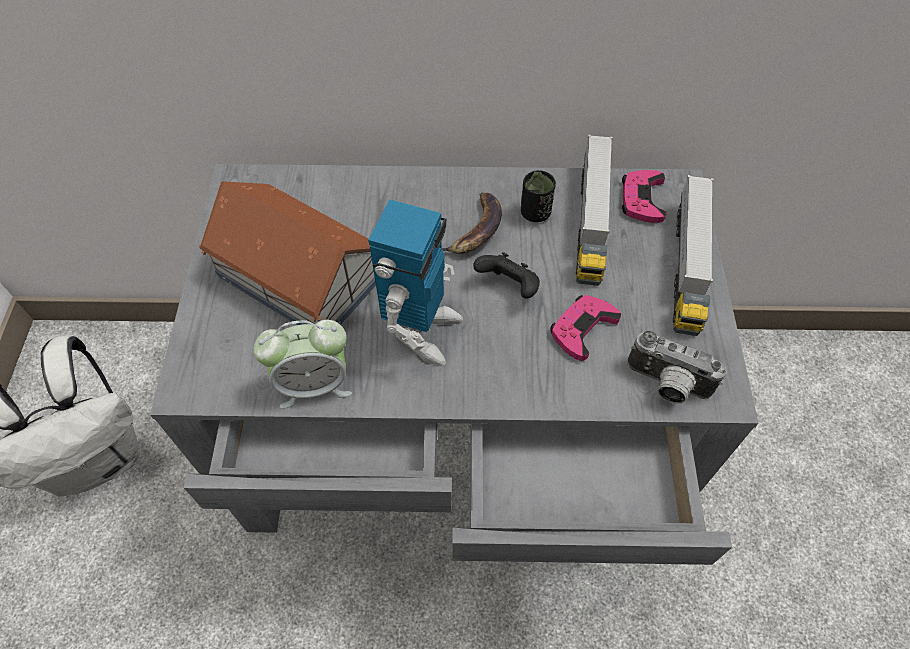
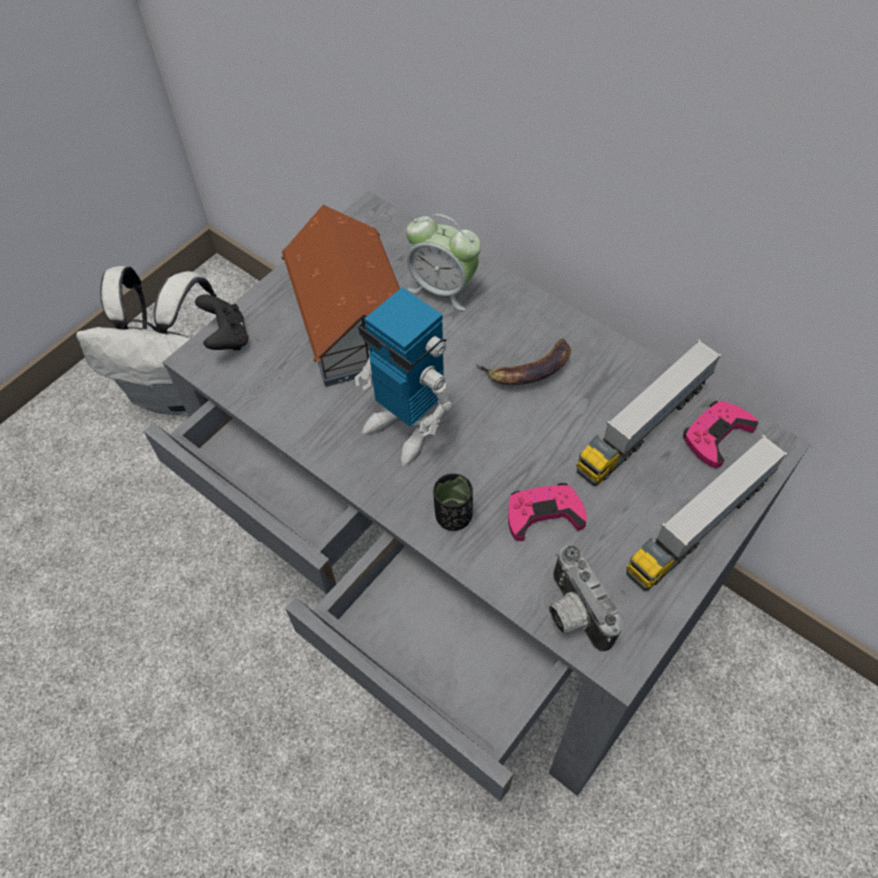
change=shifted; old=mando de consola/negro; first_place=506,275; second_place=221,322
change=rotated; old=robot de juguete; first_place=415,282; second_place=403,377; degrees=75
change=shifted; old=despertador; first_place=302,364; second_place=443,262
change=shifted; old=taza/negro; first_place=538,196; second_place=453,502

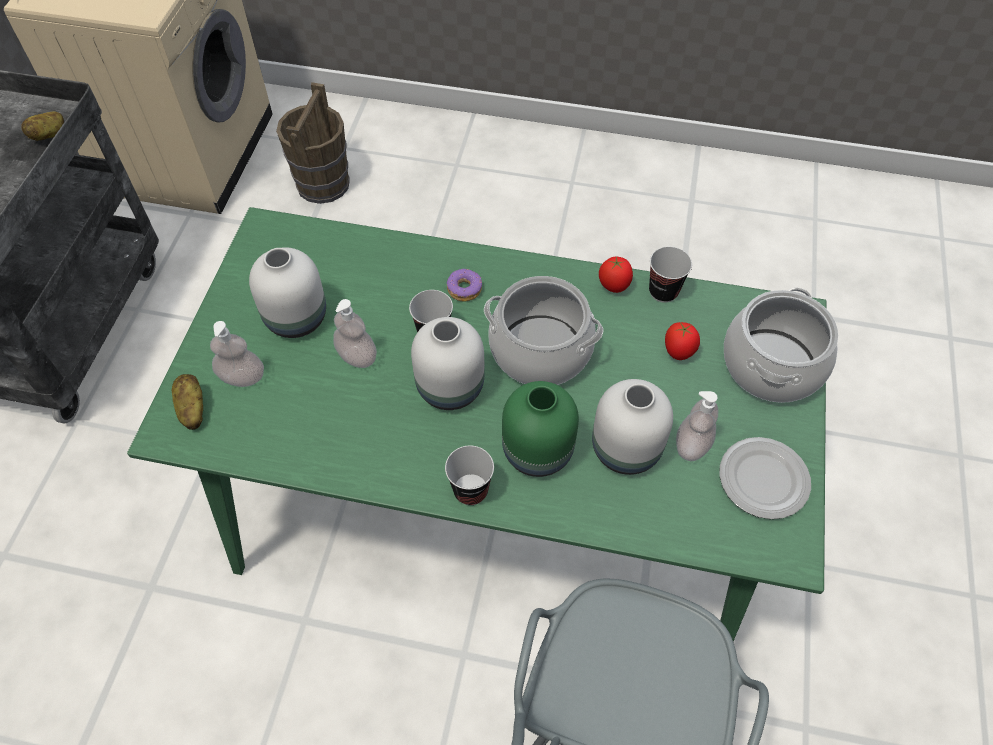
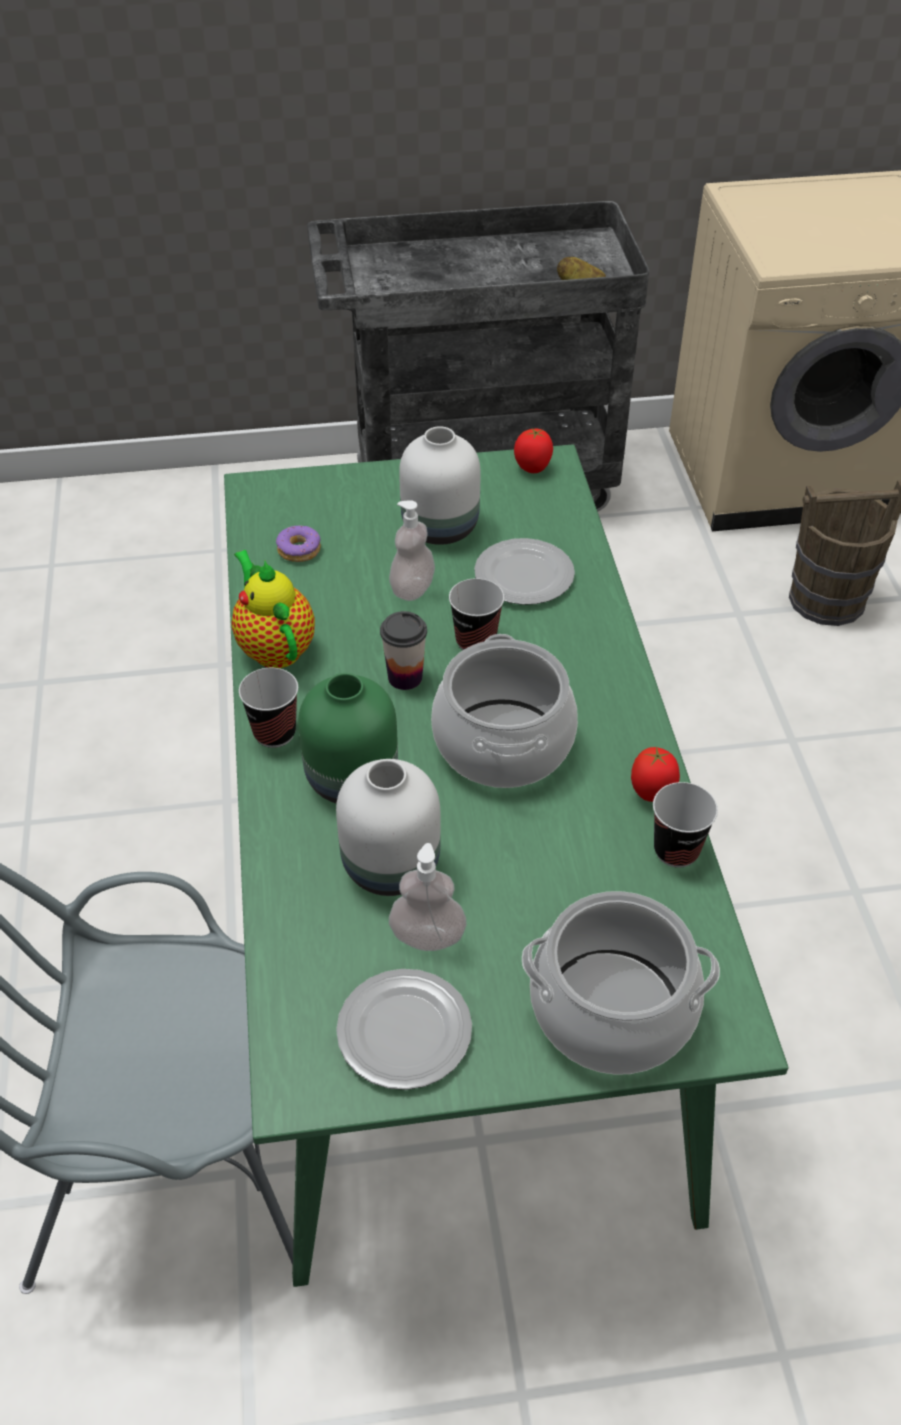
change=new; new=tetera; second_place=273,609
change=shifted; old=rosquilla; first_place=464,285; second_place=298,544
change=swapped; old=florero/blanco; new=taza; first_place=447,363; second_place=403,650
change=new; new=plato; second_place=524,571
change=shifted; old=tomate; first_place=682,341; second_place=533,450
change=gone; old=patata; first_place=187,402
change=gone; old=dispensador de jabón; first_place=237,354

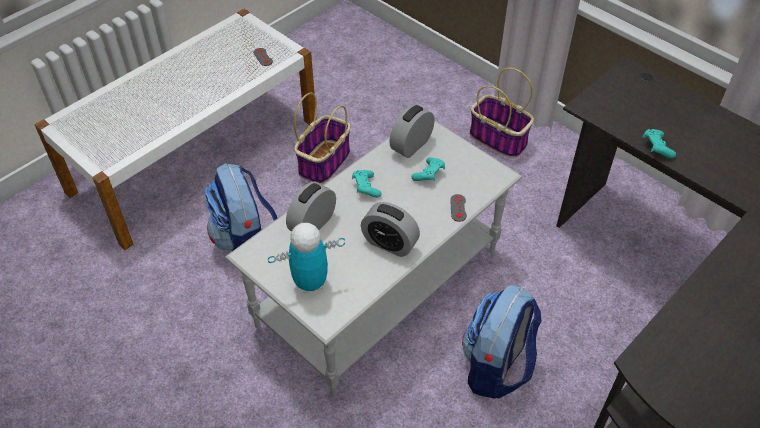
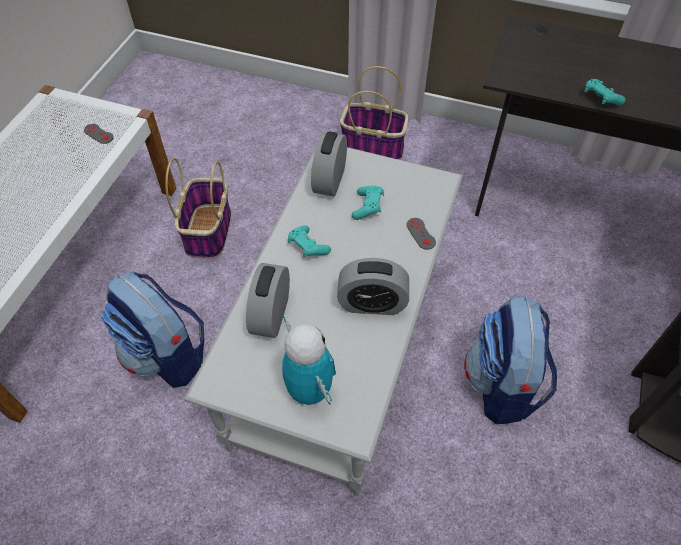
change=rotated; old=robot de juguete; first_place=306,258; second_place=309,361; degrees=105

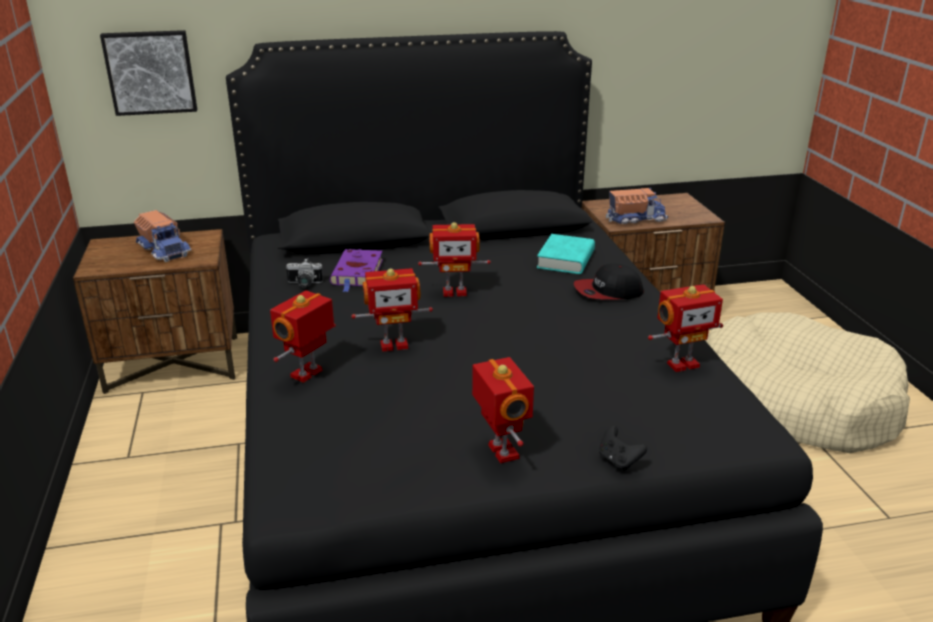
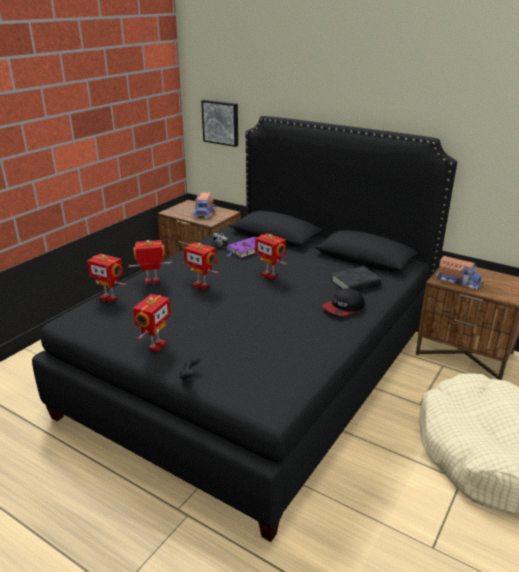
change=shifted; old=robot de juguete; first_place=685,328; second_place=106,278
change=rotated; old=gorra; first_place=609,281; second_place=343,302; degrees=-75
change=repainted; old=libro/turquesa; new=libro/negro; first_place=566,254; second_place=356,278

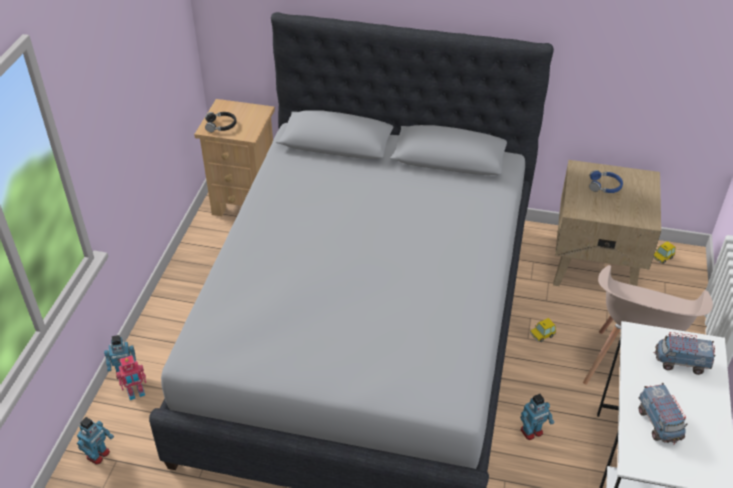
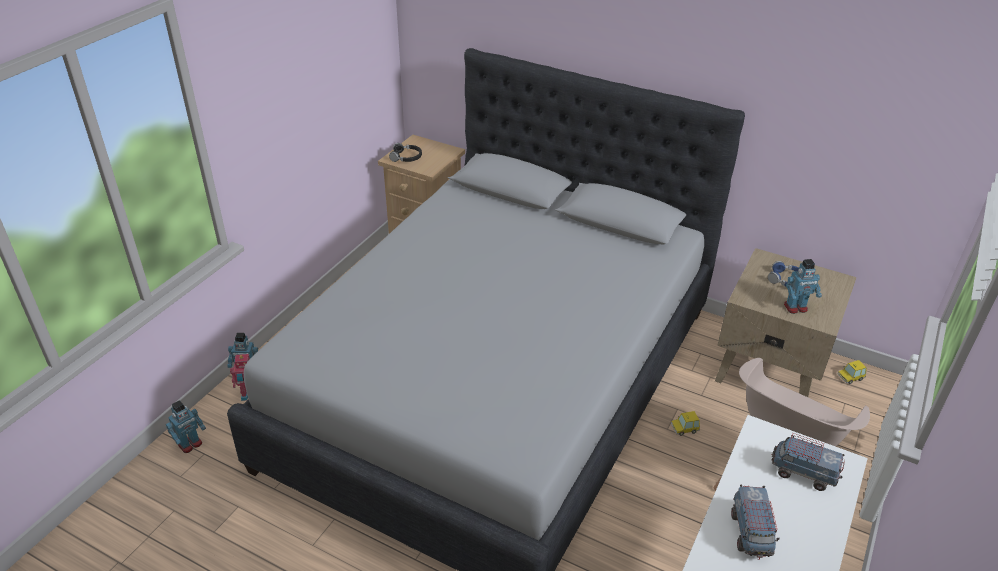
change=shifted; old=robot de juguete; first_place=537,417; second_place=803,286

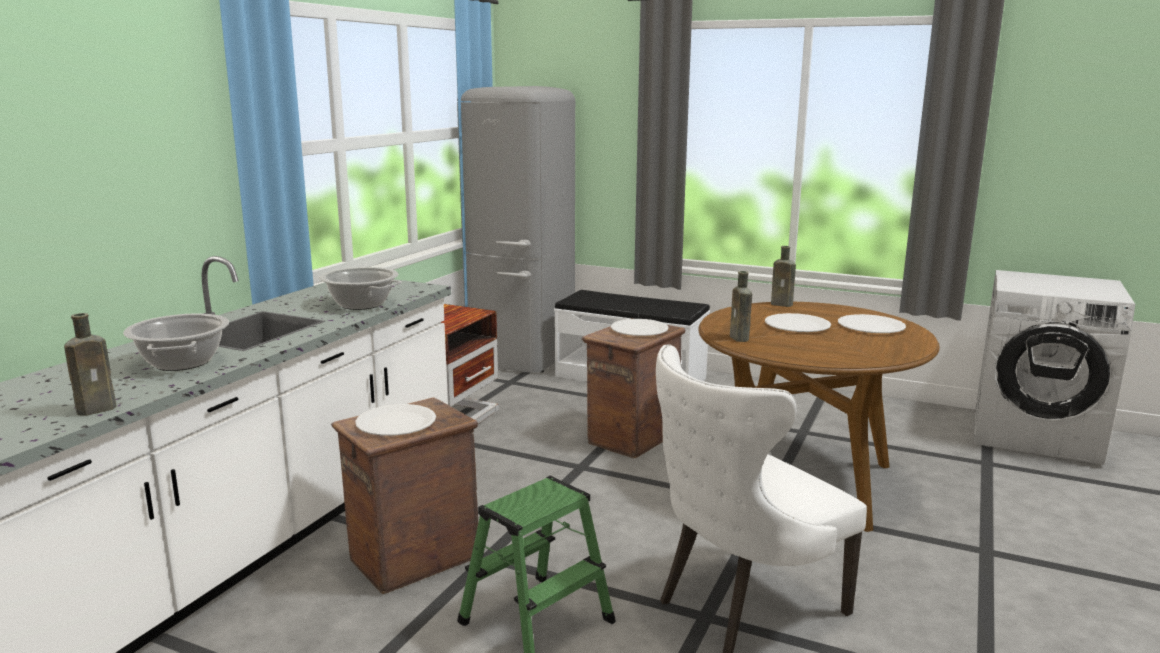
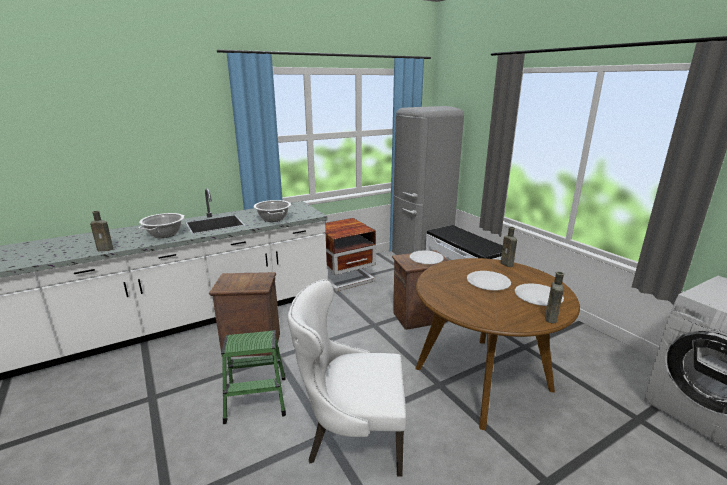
change=shifted; old=botella/marrón; first_place=741,306; second_place=554,297
change=gone; old=plato/blanco; first_place=395,420

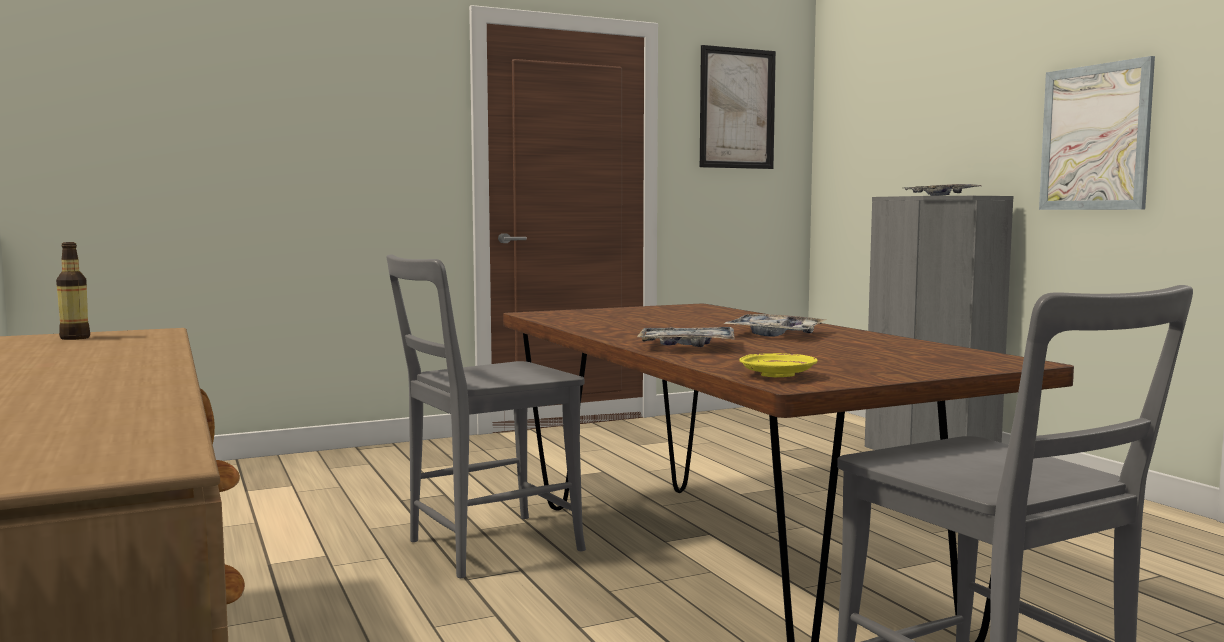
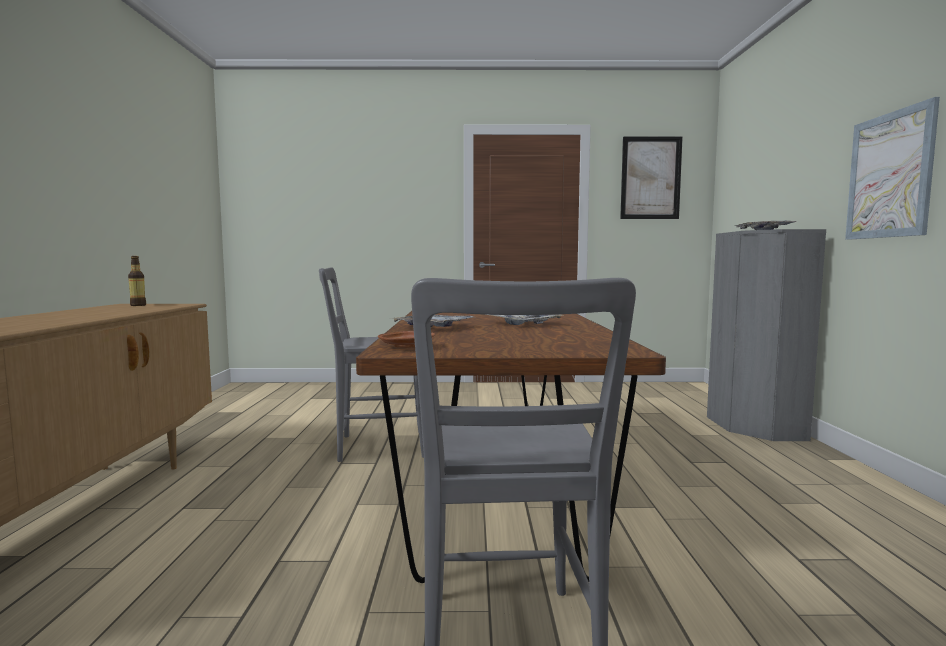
change=repainted; old=plato/amarillo; new=plato/marrón; first_place=778,365; second_place=406,339

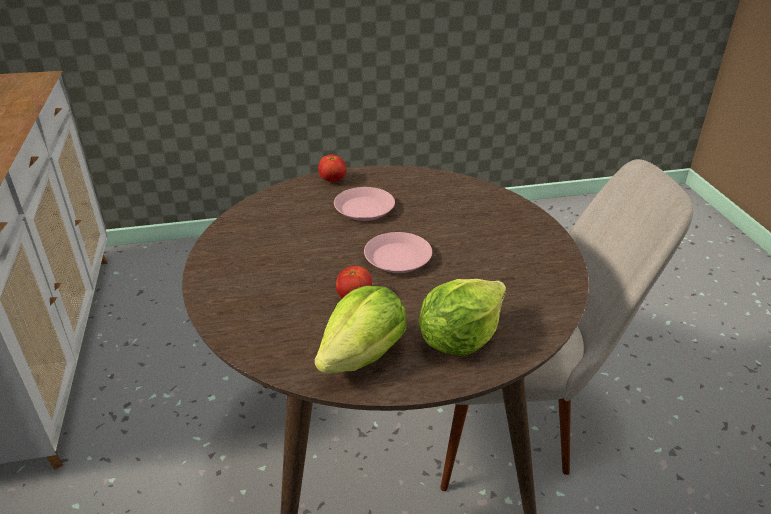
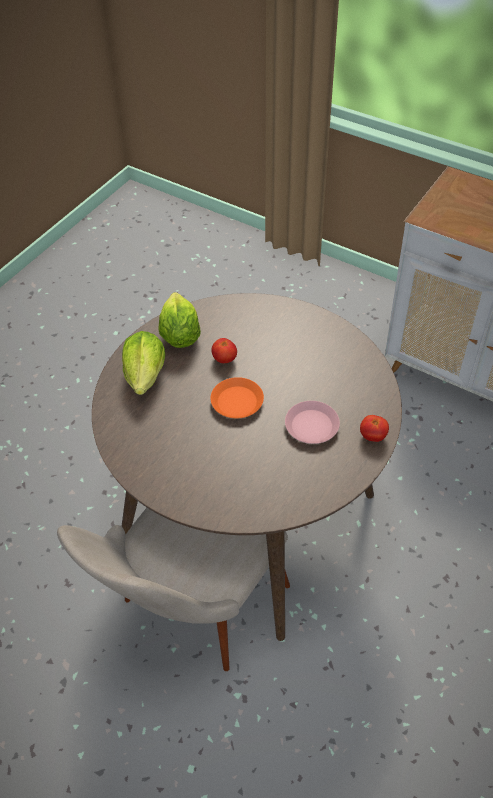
change=repainted; old=plato/rosa; new=plato/naranja; first_place=398,252; second_place=237,397

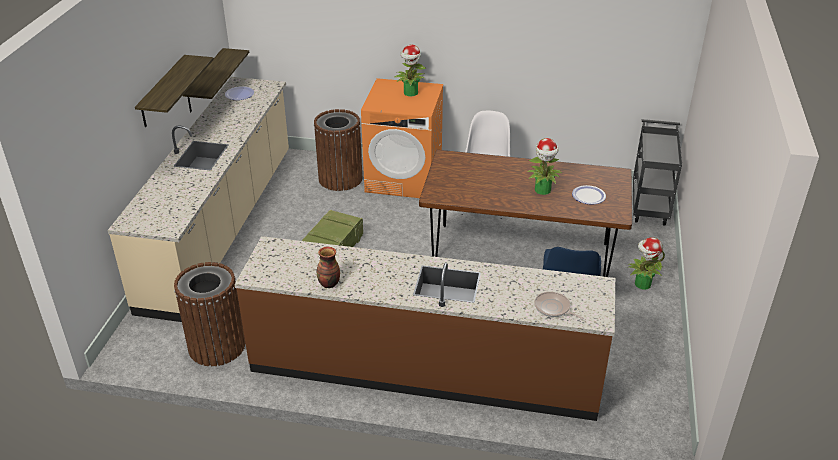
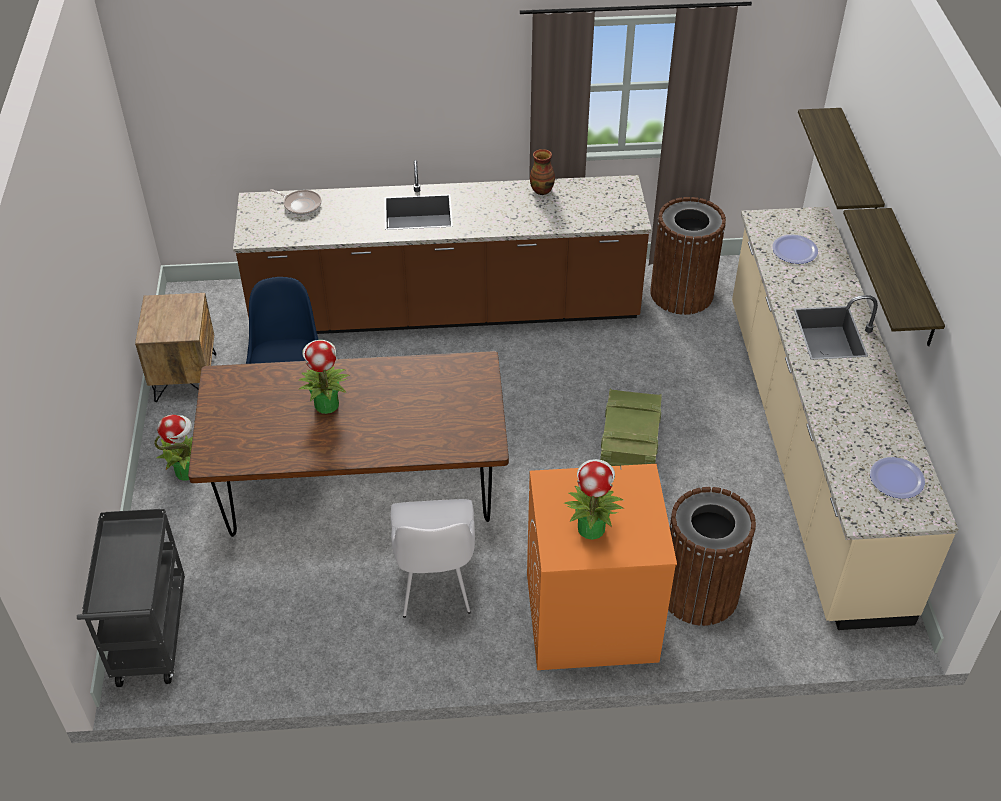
change=new; new=mesita de noche/marrón; second_place=175,347
change=shifted; old=plato; first_place=589,195; second_place=795,249
change=shifted; old=estante; first_place=216,80; second_place=841,158

